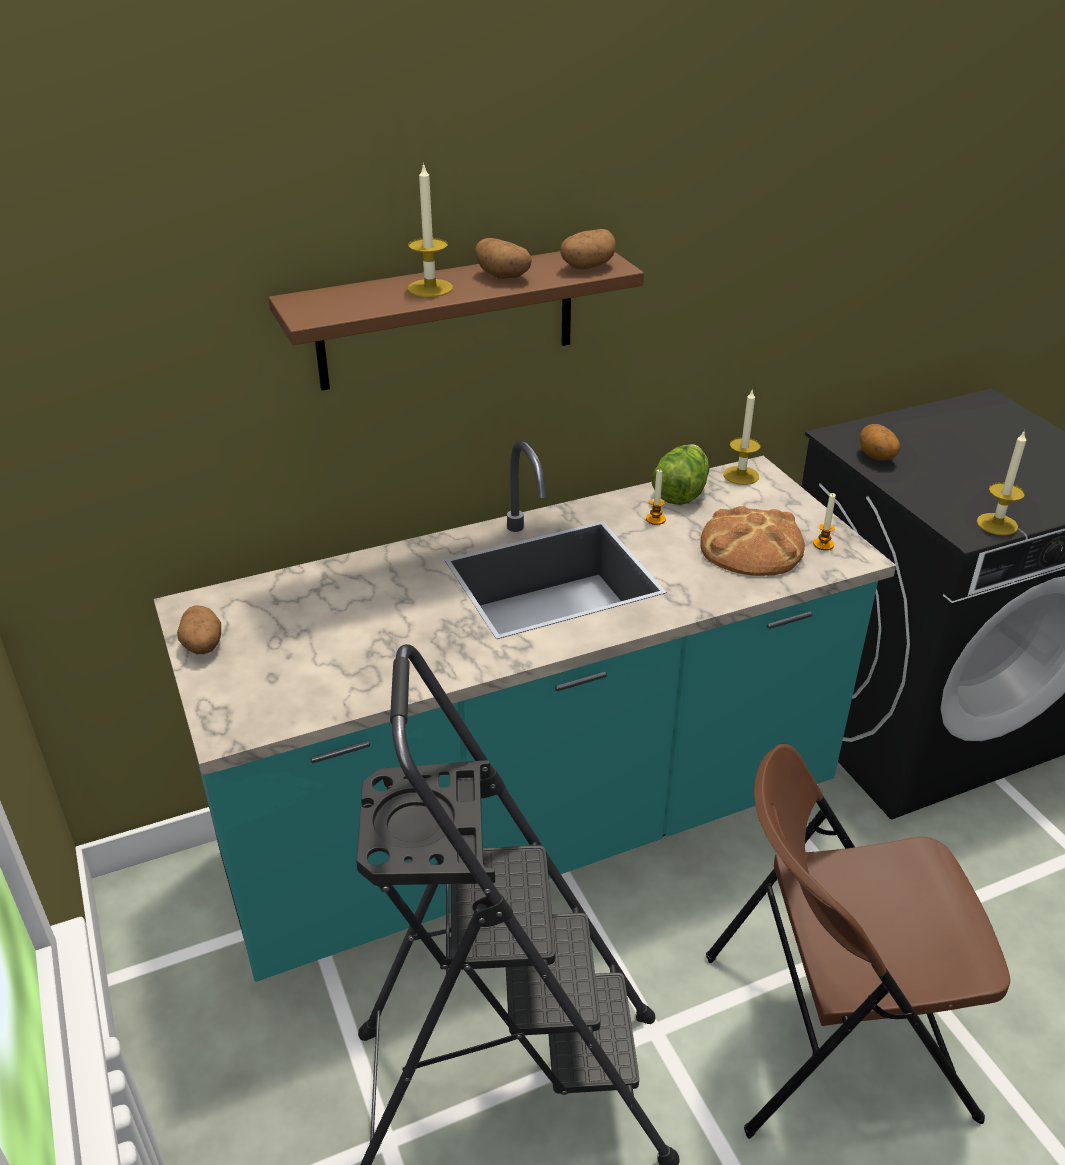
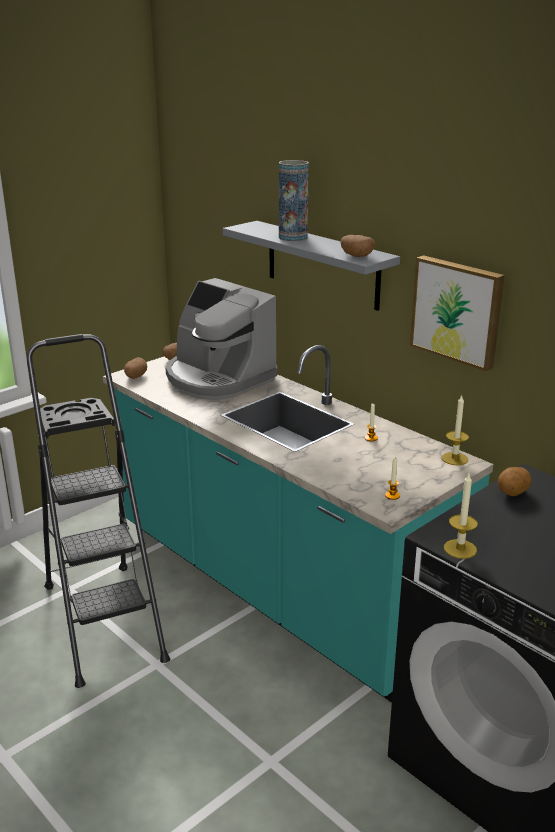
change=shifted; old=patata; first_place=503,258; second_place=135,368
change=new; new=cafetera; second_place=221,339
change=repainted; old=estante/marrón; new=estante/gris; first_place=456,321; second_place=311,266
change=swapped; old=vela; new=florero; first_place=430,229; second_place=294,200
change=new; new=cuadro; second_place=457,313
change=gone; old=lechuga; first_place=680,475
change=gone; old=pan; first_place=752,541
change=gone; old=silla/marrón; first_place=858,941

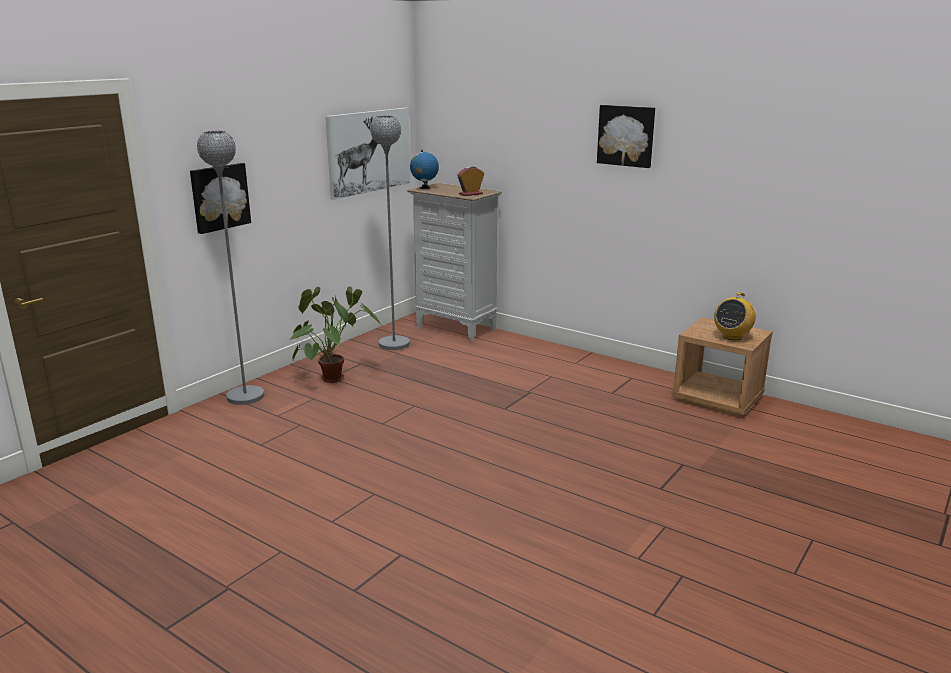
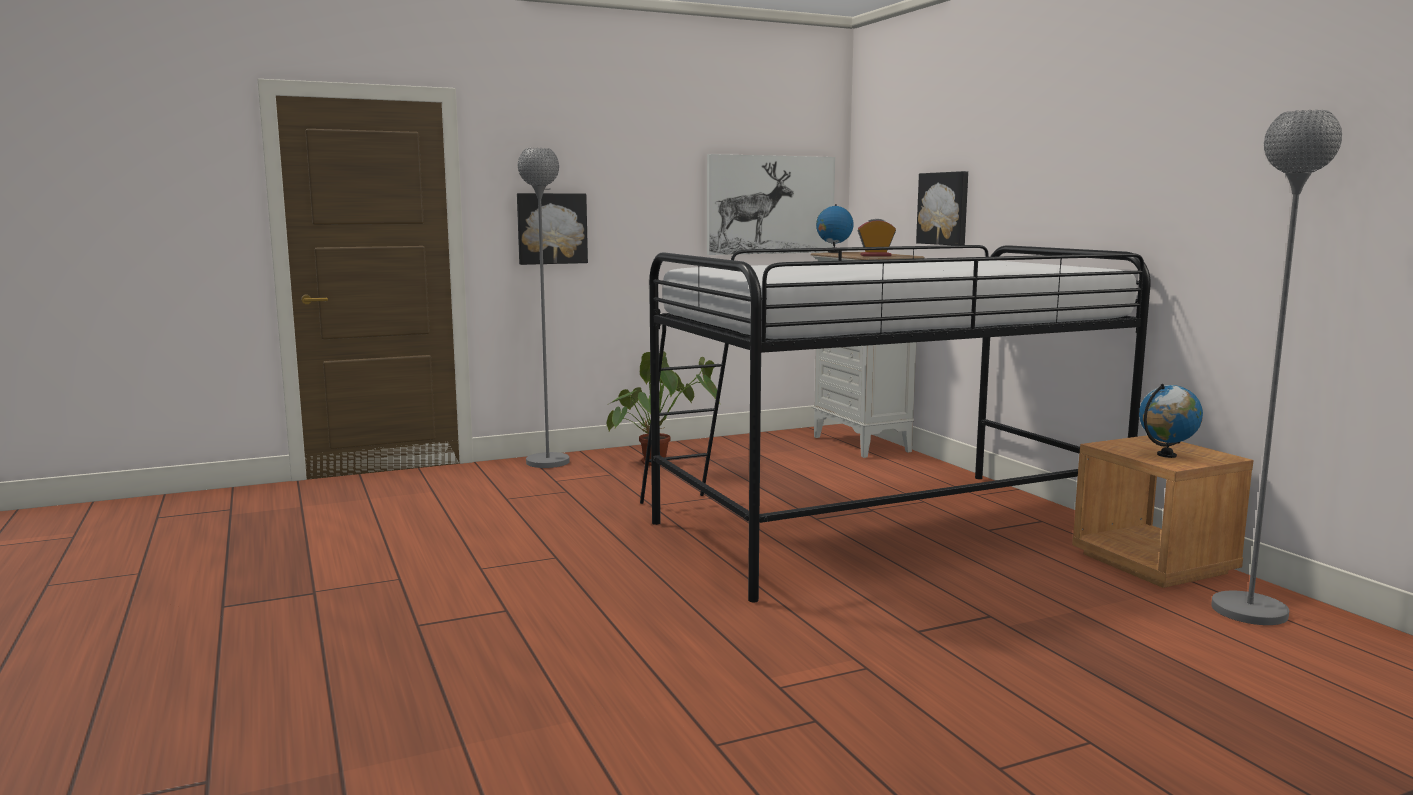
change=new; new=cama/negro; second_place=895,423
change=shifted; old=cuadro; first_place=626,136; second_place=942,208
change=swapped; old=radio; new=globo terráqueo; first_place=735,316; second_place=1171,421
change=shifted; old=lámpara de pie/gris; first_place=390,233; second_place=1276,367

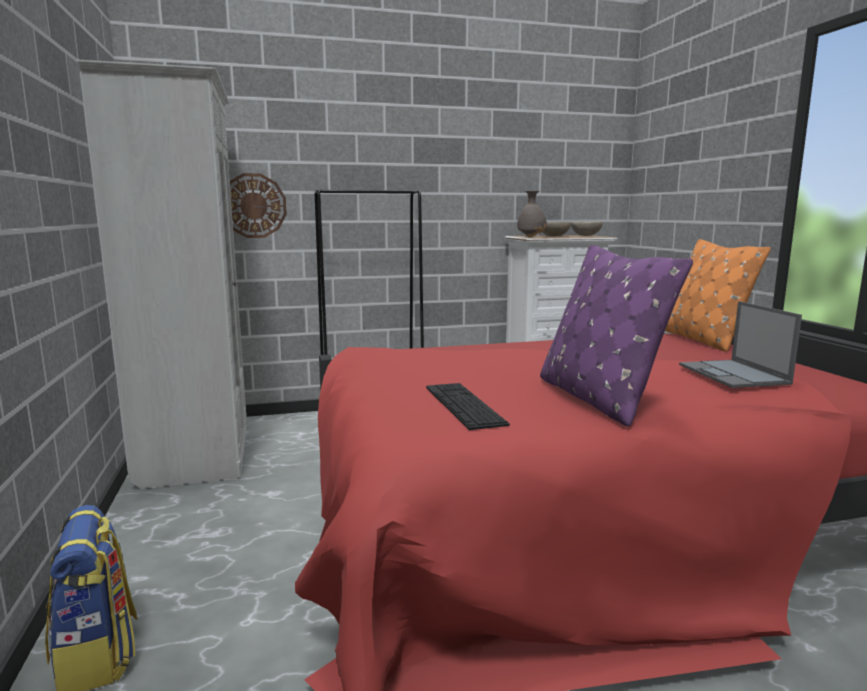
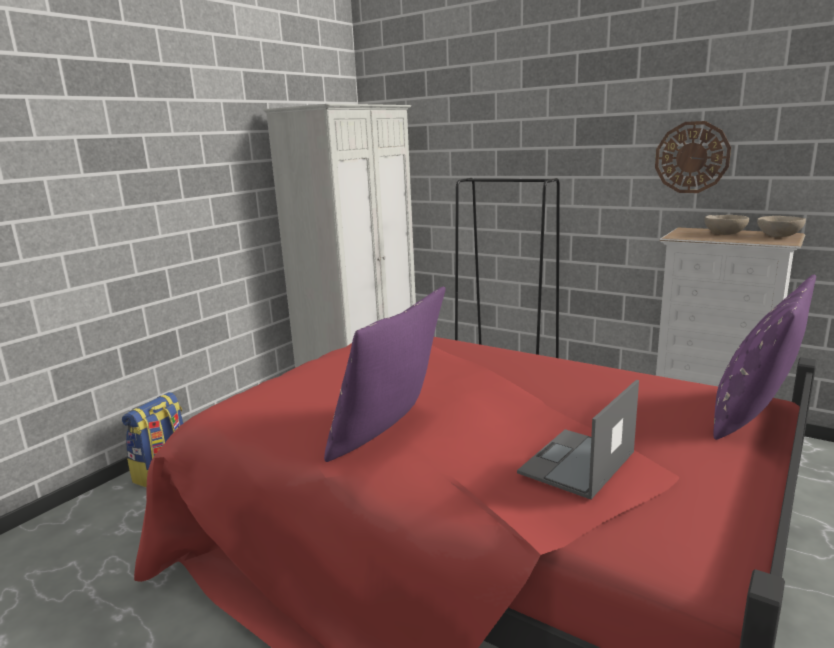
change=shifted; old=reloj de pared; first_place=258,205; second_place=693,157
change=repainted; old=cojín/naranja; new=cojín/morado; first_place=718,295; second_place=764,357
change=gone; old=teclado; first_place=468,406
change=gone; old=florero/gris; first_place=532,214

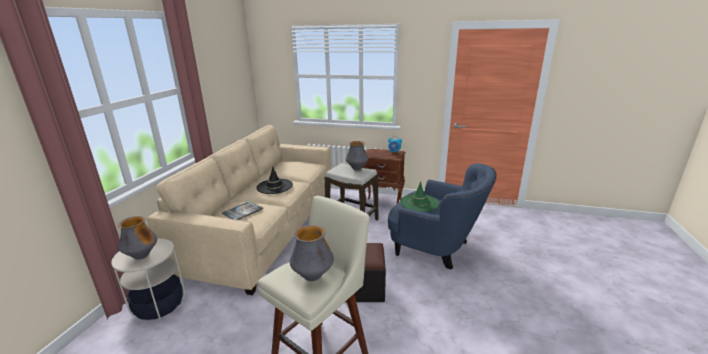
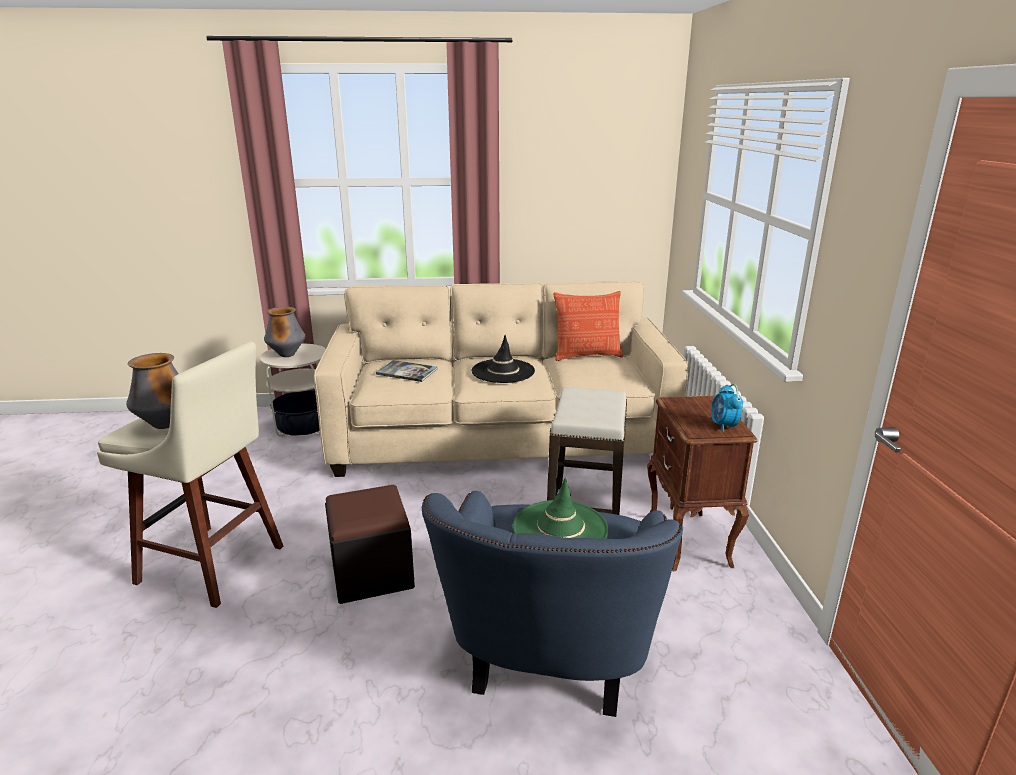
change=new; new=cojín/naranja; second_place=588,326
change=gone; old=florero; first_place=357,155

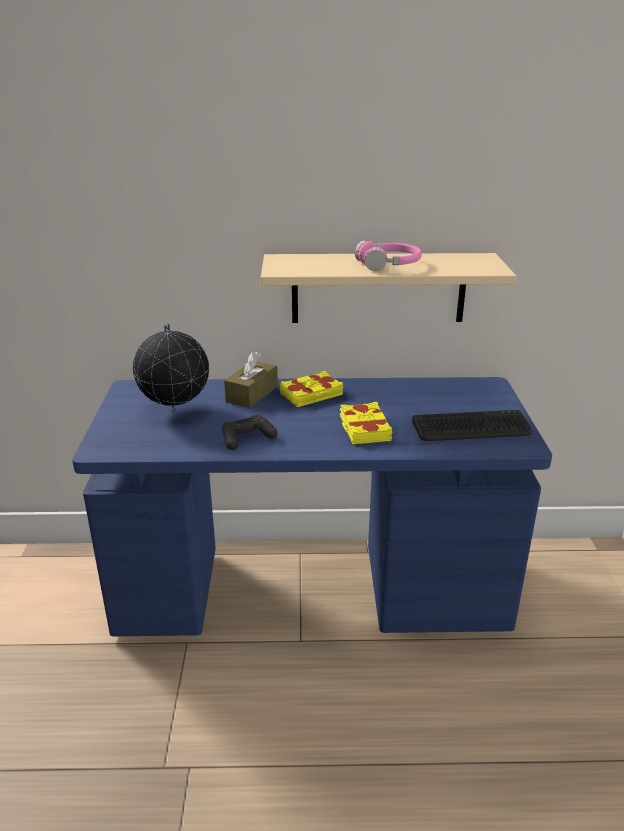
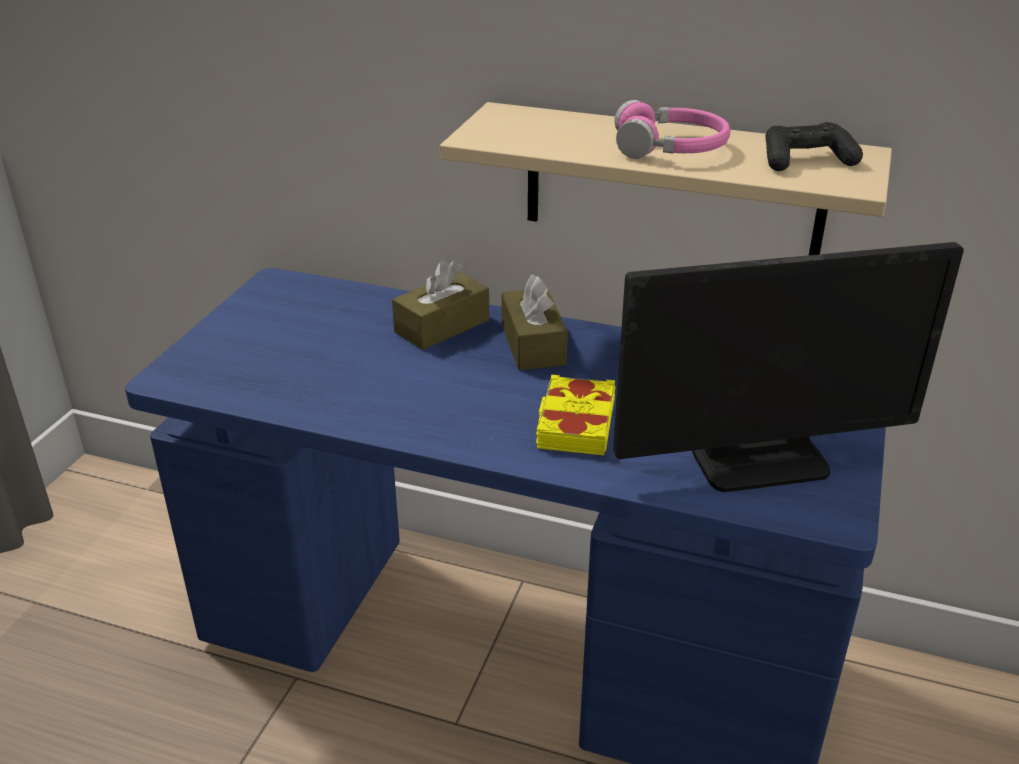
change=swapped; old=libro/amarillo; new=caja de pañuelos/marrón; first_place=312,389; second_place=535,322
change=swapped; old=teclado; new=monitor; first_place=472,425; second_place=788,367
change=shifted; old=mando de consola/negro; first_place=249,432; second_place=814,146
change=gone; old=globo terráqueo; first_place=171,367

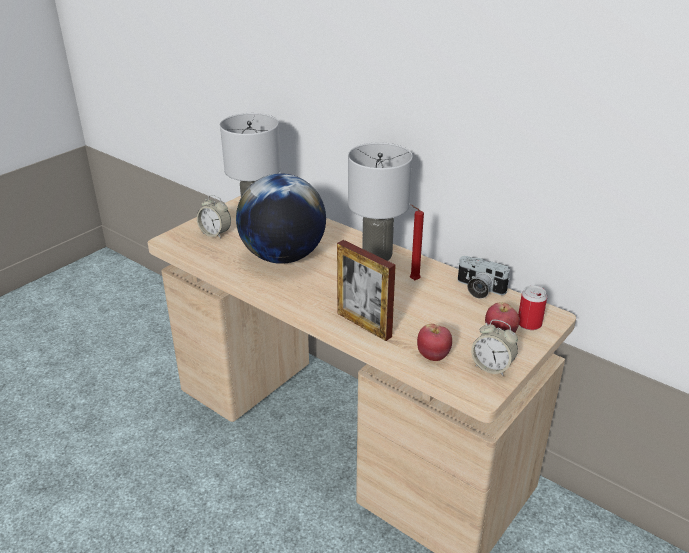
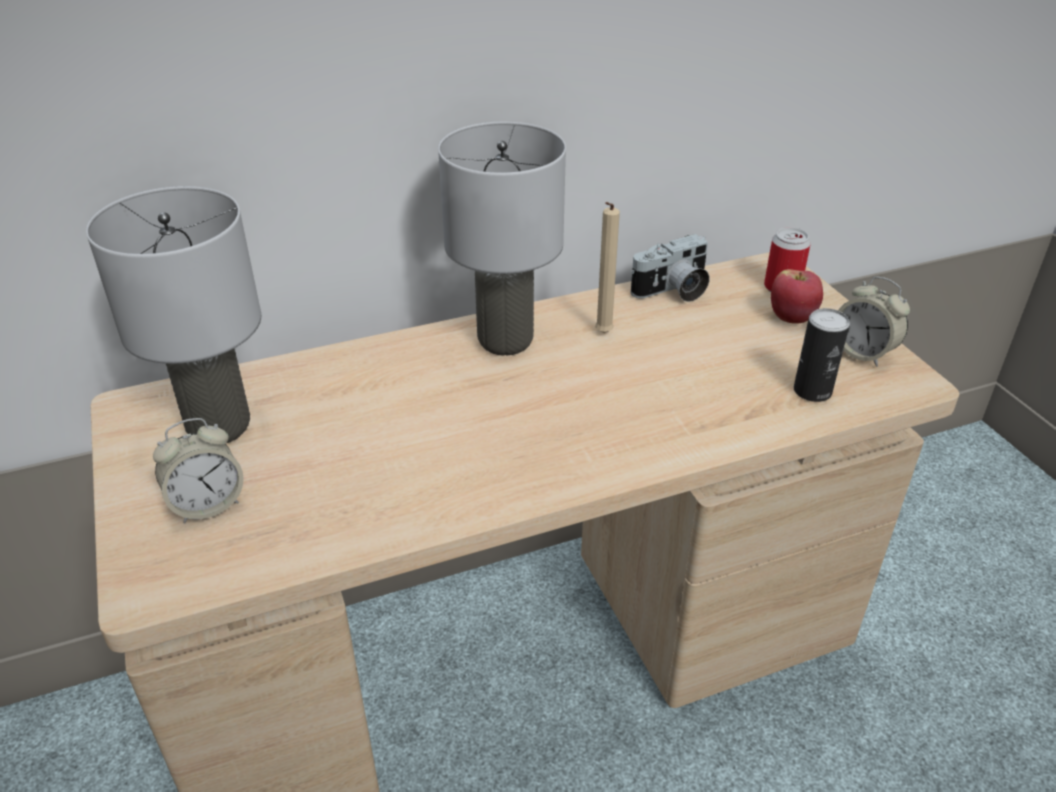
change=repainted; old=vela/rojo; new=vela/beis; first_place=417,242; second_place=607,267
change=swapped; old=manzana; new=lata; first_place=434,342; second_place=822,355
change=rotated; old=despertador; first_place=494,348; second_place=874,321; degrees=75
change=gone; old=globo terráqueo; first_place=281,218
change=gone; old=portarretratos; first_place=366,290

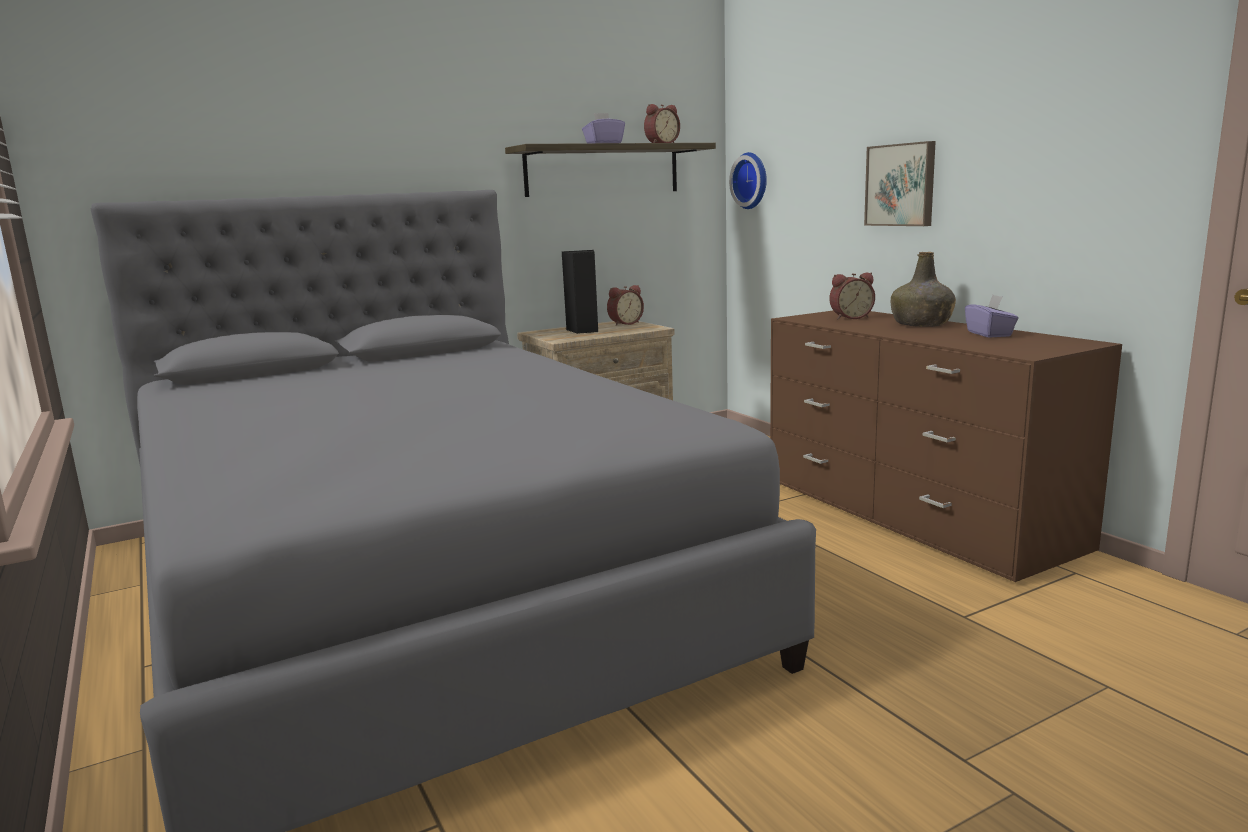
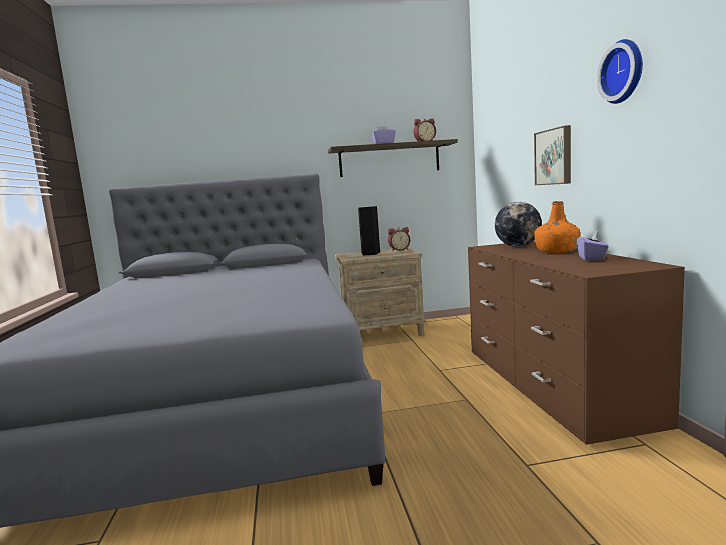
change=swapped; old=despertador; new=globo terráqueo; first_place=852,296; second_place=518,224
change=repainted; old=botella/verde; new=botella/naranja; first_place=923,289; second_place=557,227
change=shifted; old=reloj de pared; first_place=748,180; second_place=620,71

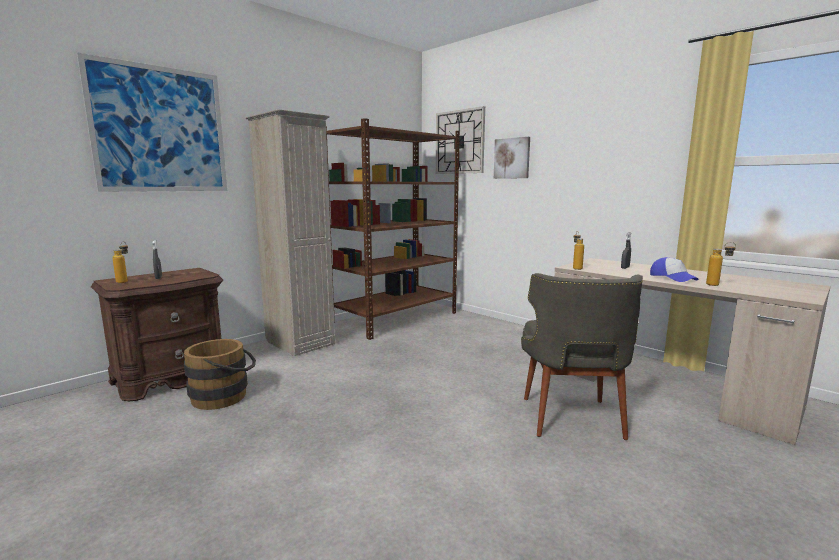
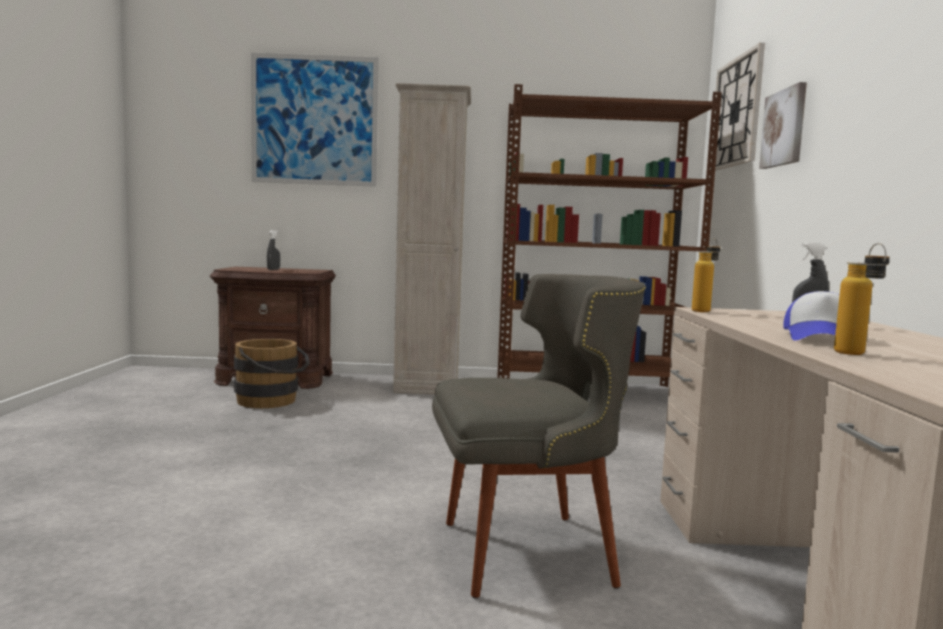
change=rotated; old=silla/gris; first_place=582,356; second_place=539,436; degrees=-150
change=gone; old=botella; first_place=120,262

